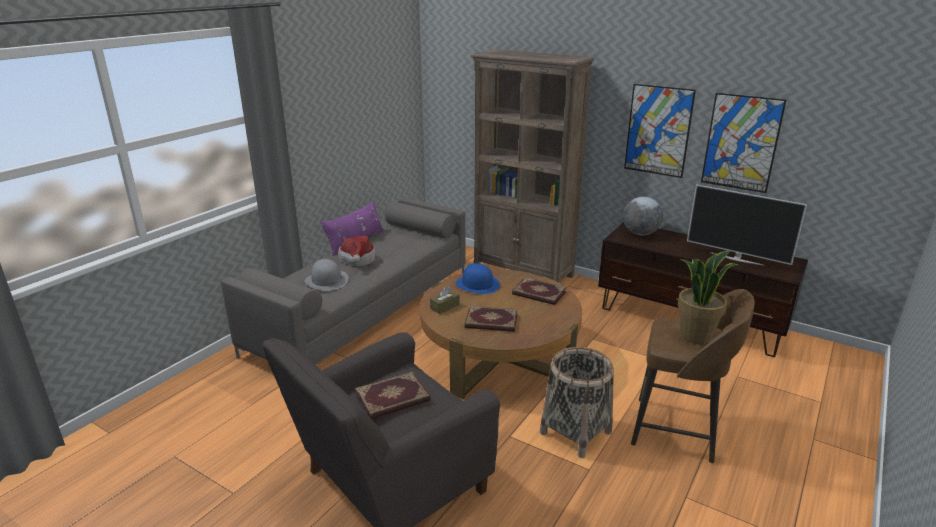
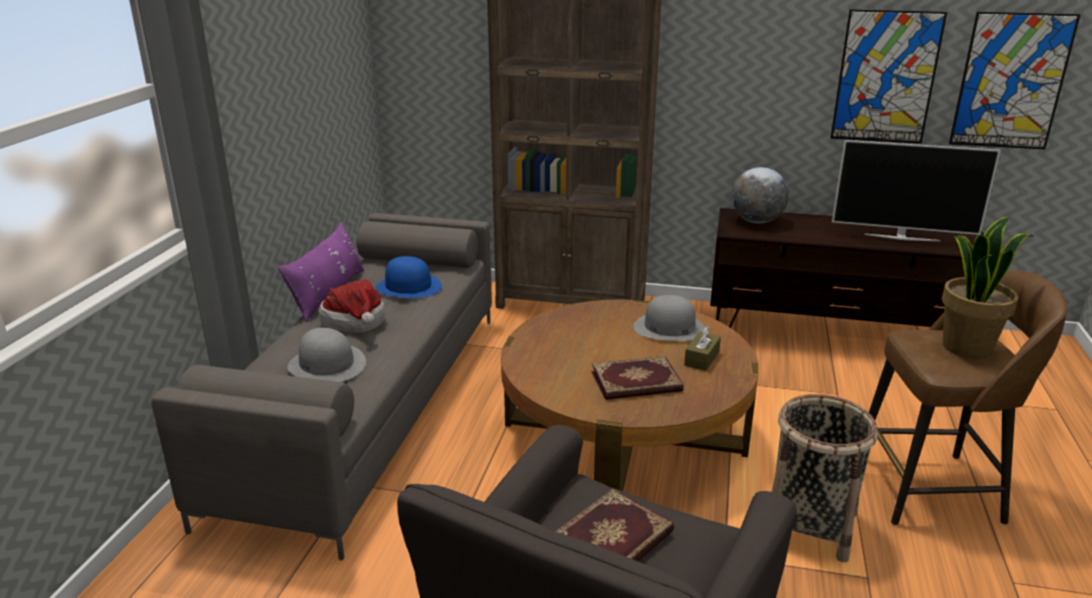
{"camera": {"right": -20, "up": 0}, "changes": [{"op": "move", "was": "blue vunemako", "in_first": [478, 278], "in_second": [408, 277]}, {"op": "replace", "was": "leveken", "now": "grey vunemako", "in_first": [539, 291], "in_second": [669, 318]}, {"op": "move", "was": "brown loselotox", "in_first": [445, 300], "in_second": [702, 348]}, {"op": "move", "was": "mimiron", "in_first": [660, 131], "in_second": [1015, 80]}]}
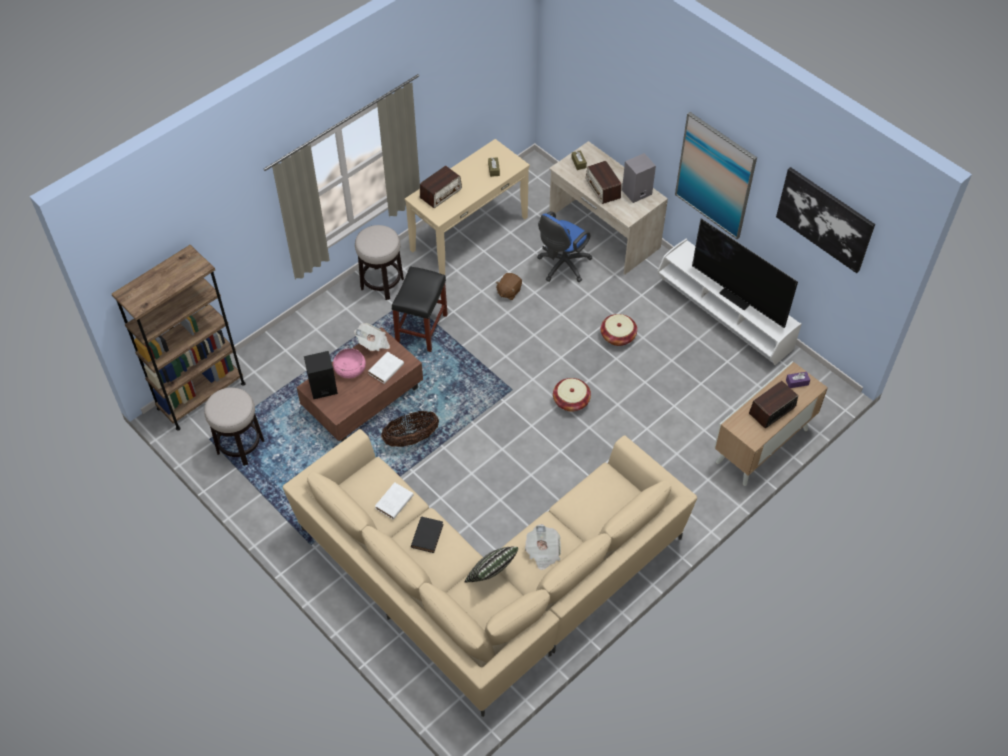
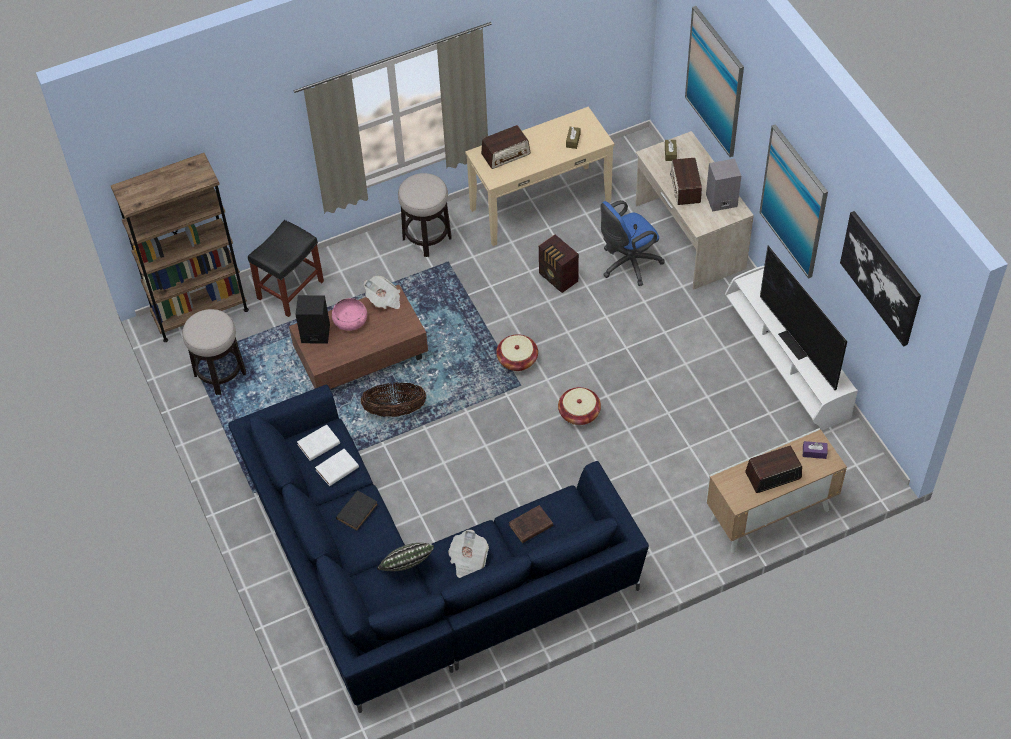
{"camera": {"right": 20, "up": 0}, "changes": [{"op": "recolor", "was": "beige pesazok", "now": "blue pesazok", "in_first": [490, 573], "in_second": [438, 548]}, {"op": "move", "was": "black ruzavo", "in_first": [420, 309], "in_second": [286, 268]}, {"op": "move", "was": "white leveken", "in_first": [386, 368], "in_second": [318, 443]}, {"op": "move", "was": "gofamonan", "in_first": [619, 330], "in_second": [517, 352]}, {"op": "insert", "now": "brown leveken", "in_second": [531, 524]}, {"op": "replace", "was": "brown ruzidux", "now": "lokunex", "in_first": [509, 286], "in_second": [559, 264]}, {"op": "insert", "now": "mimiron", "in_second": [714, 81]}]}
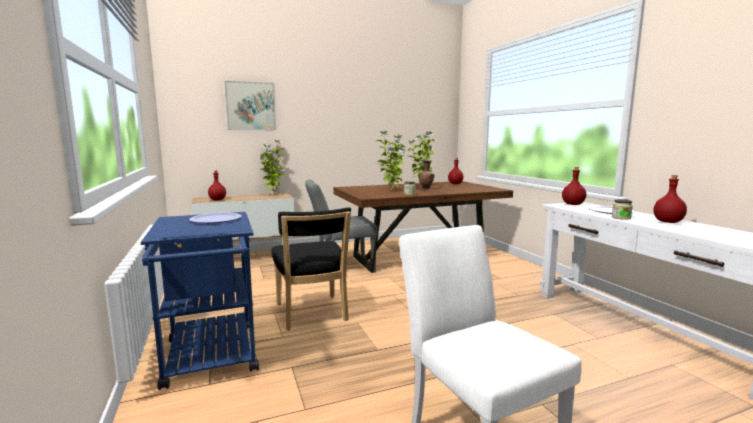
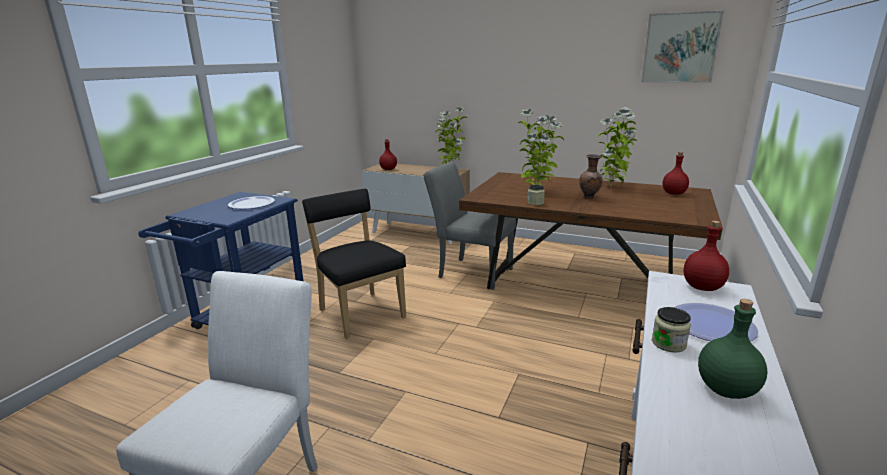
{"camera": {"right": 45, "up": 10}, "changes": [{"op": "rotate", "was": "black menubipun", "in_first": [311, 268], "in_second": [354, 264], "clockwise": 120}, {"op": "move", "was": "mimiron", "in_first": [250, 105], "in_second": [682, 47]}, {"op": "recolor", "was": "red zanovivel", "now": "green zanovivel", "in_first": [670, 199], "in_second": [732, 349]}]}
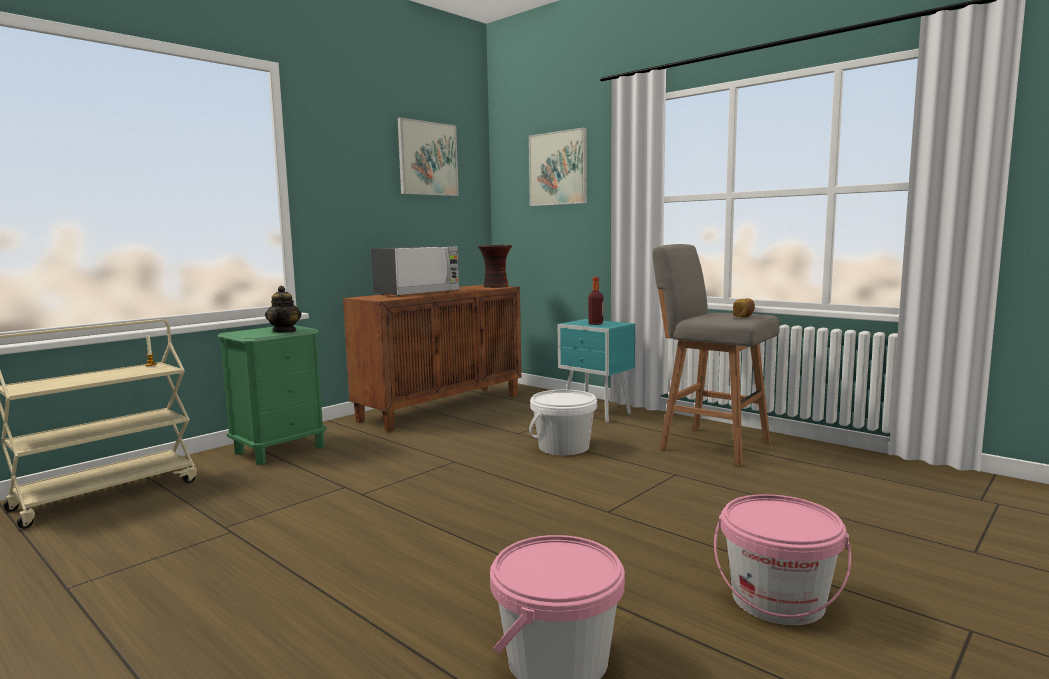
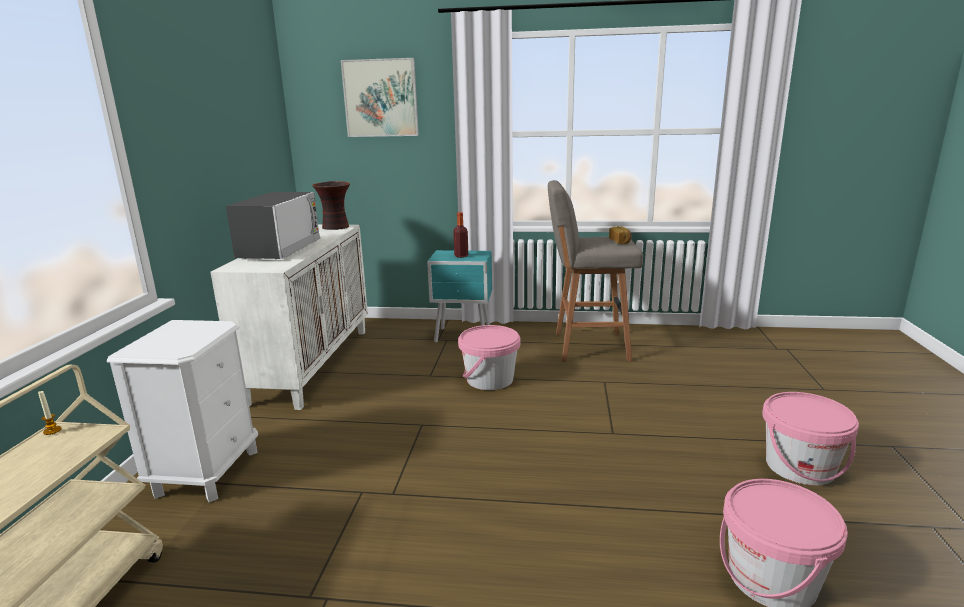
{"camera": {"right": -35, "up": 10}, "changes": [{"op": "recolor", "was": "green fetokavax", "now": "white fetokavax", "in_first": [272, 395], "in_second": [182, 411]}, {"op": "recolor", "was": "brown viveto", "now": "white viveto", "in_first": [432, 358], "in_second": [289, 317]}, {"op": "recolor", "was": "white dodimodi", "now": "pink dodimodi", "in_first": [563, 423], "in_second": [489, 357]}, {"op": "delete", "was": "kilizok", "in_first": [283, 309]}, {"op": "delete", "was": "mimiron", "in_first": [428, 157]}]}
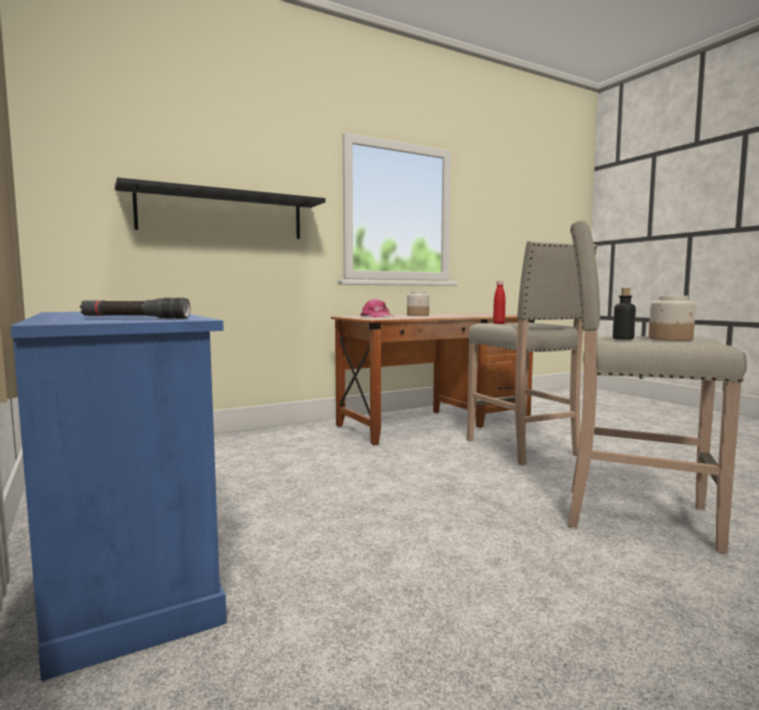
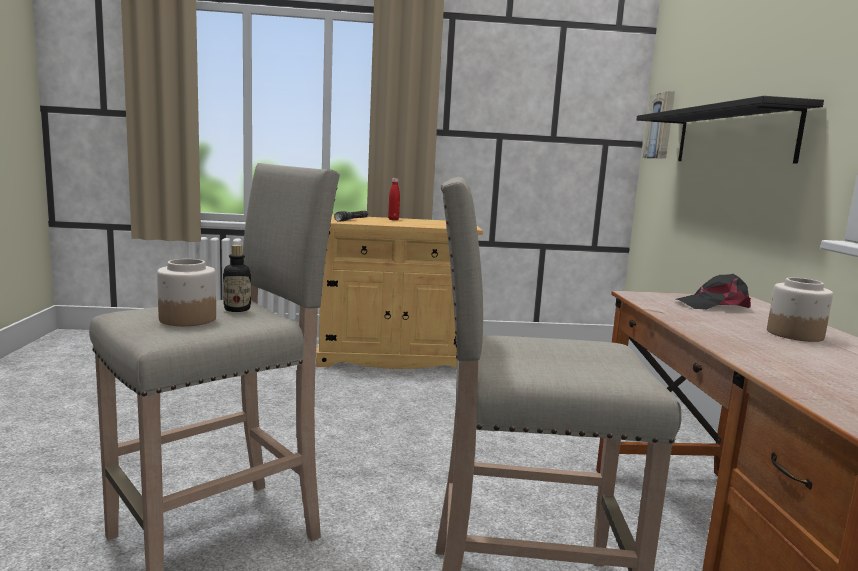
{"camera": {"right": 115, "up": 5}, "changes": [{"op": "recolor", "was": "blue viveto", "now": "beige viveto", "in_first": [119, 496], "in_second": [399, 292]}, {"op": "move", "was": "red zanovivel", "in_first": [499, 302], "in_second": [394, 199]}, {"op": "insert", "now": "mimiron", "in_second": [659, 125]}, {"op": "recolor", "was": "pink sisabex", "now": "black sisabex", "in_first": [376, 308], "in_second": [714, 292]}]}
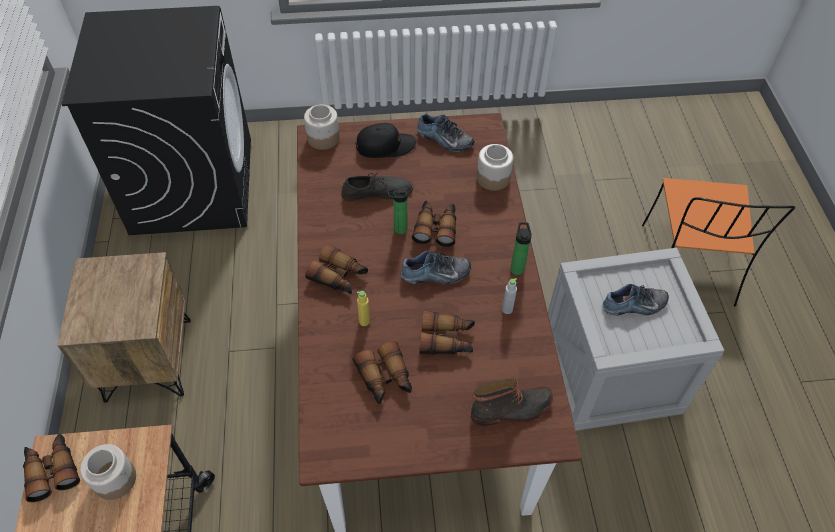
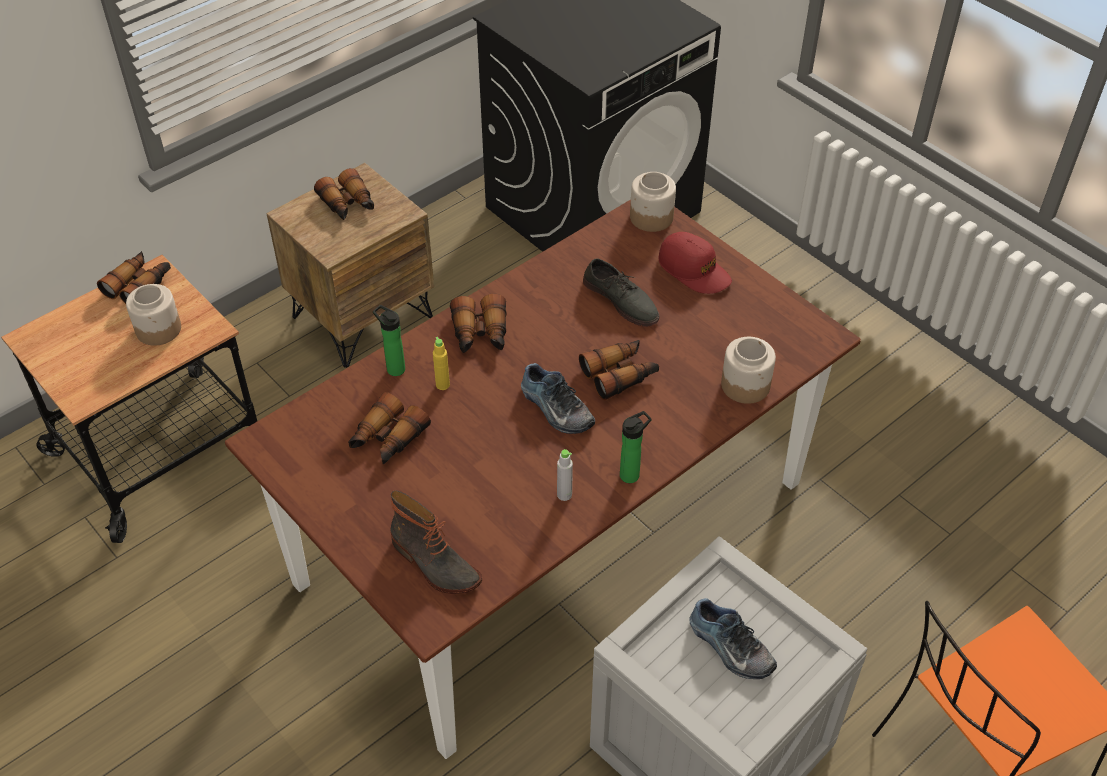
{"camera": {"right": 55, "up": -5}, "changes": [{"op": "move", "was": "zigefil", "in_first": [447, 332], "in_second": [344, 194]}, {"op": "move", "was": "zanovivel", "in_first": [397, 210], "in_second": [389, 340]}, {"op": "recolor", "was": "black sisabex", "now": "red sisabex", "in_first": [385, 140], "in_second": [695, 263]}, {"op": "delete", "was": "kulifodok", "in_first": [445, 132]}]}
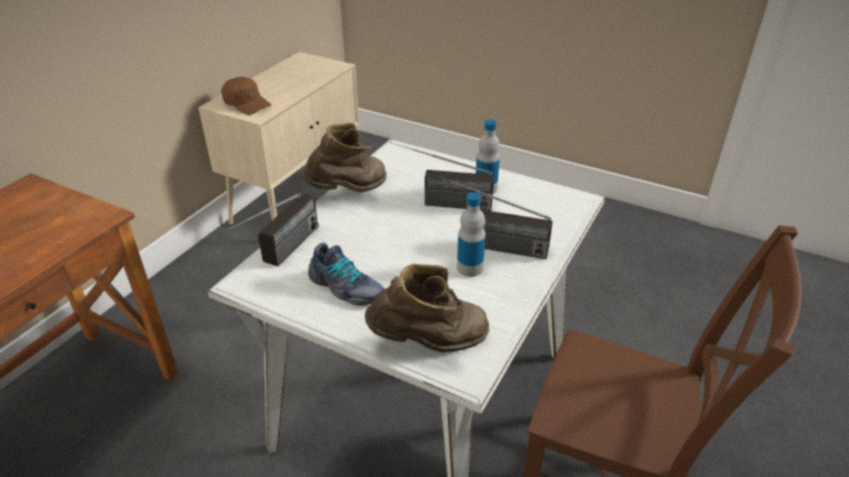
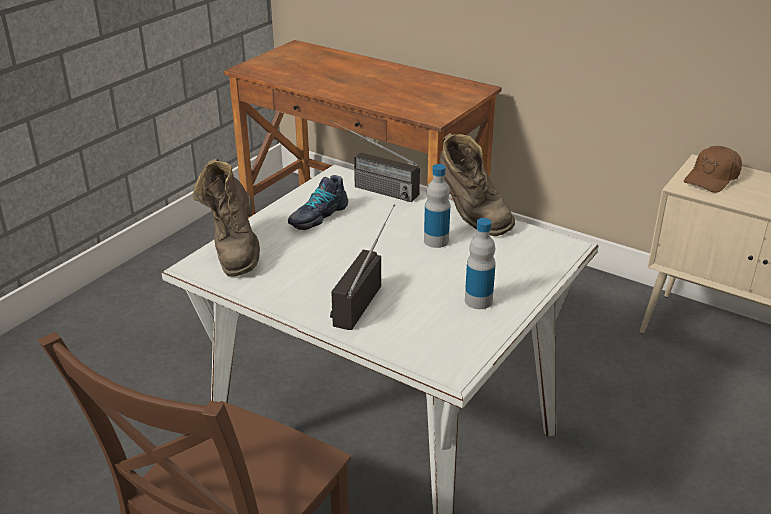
{"camera": {"right": 95, "up": -5}, "changes": [{"op": "move", "was": "zanovivel", "in_first": [471, 234], "in_second": [437, 206]}, {"op": "delete", "was": "lokunex", "in_first": [442, 176]}]}
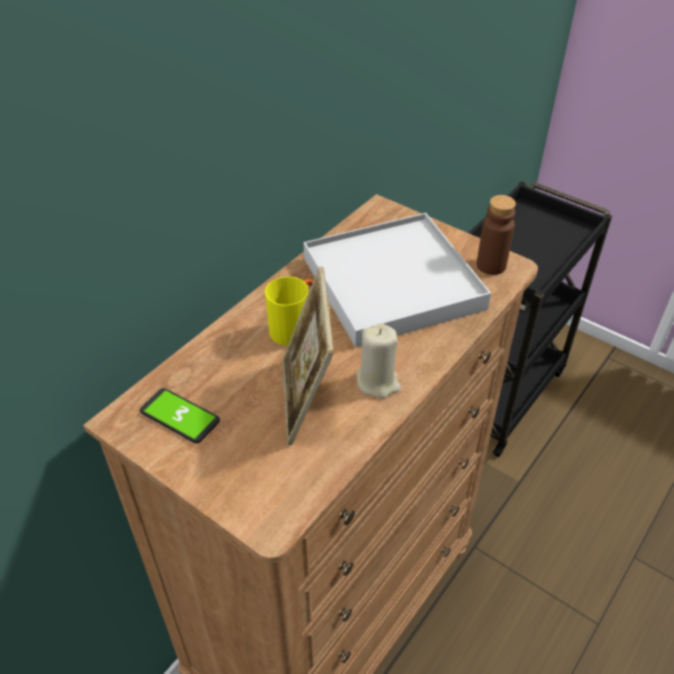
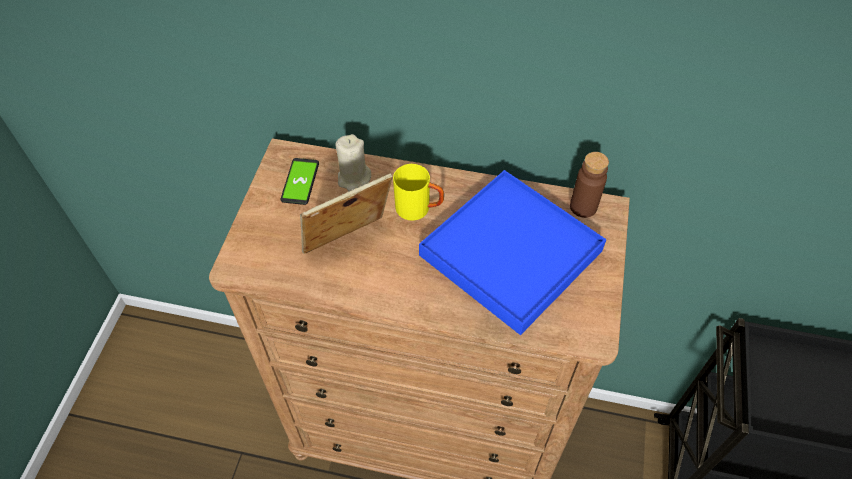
{"camera": {"right": 65, "up": 10}, "changes": [{"op": "move", "was": "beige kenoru", "in_first": [379, 361], "in_second": [353, 162]}, {"op": "recolor", "was": "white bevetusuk", "now": "blue bevetusuk", "in_first": [397, 280], "in_second": [513, 252]}, {"op": "move", "was": "brown zanovivel", "in_first": [496, 235], "in_second": [589, 185]}]}
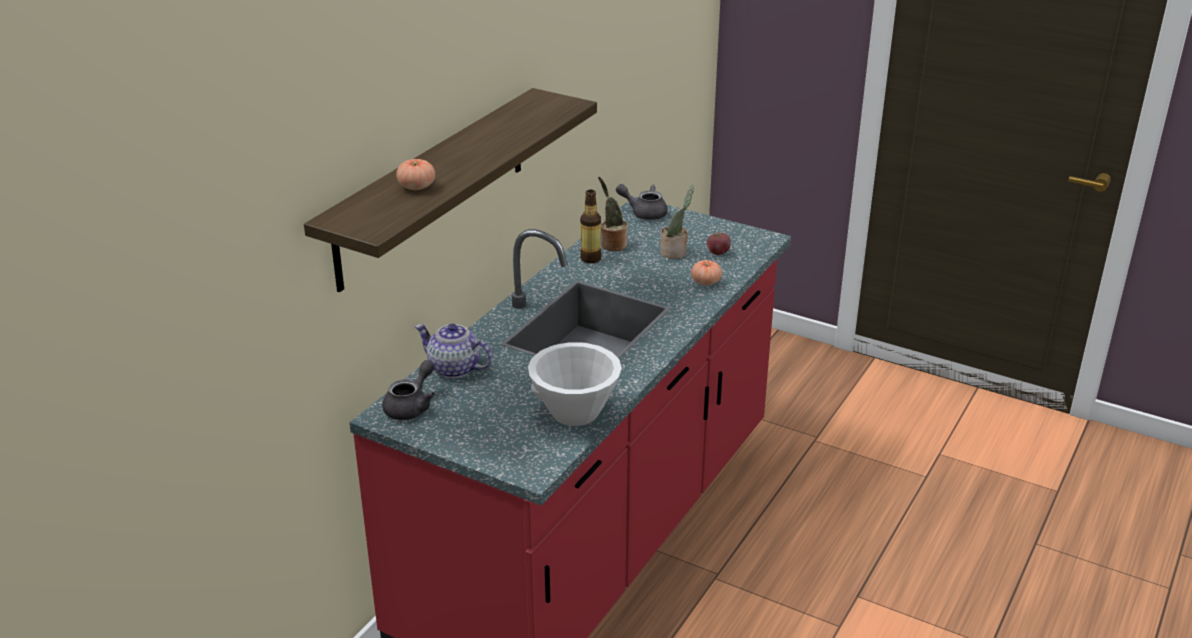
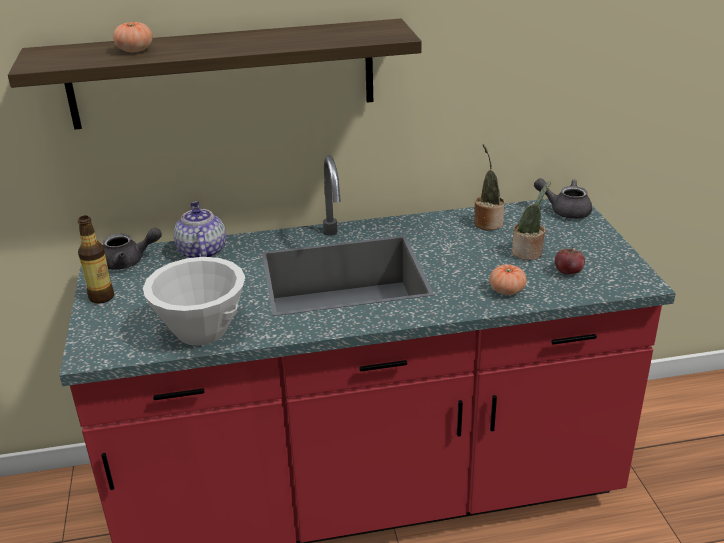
{"camera": {"right": 50, "up": 0}, "changes": [{"op": "move", "was": "zanovivel", "in_first": [590, 226], "in_second": [96, 260]}, {"op": "rotate", "was": "grey kilizok", "in_first": [642, 202], "in_second": [563, 198], "clockwise": -45}]}
